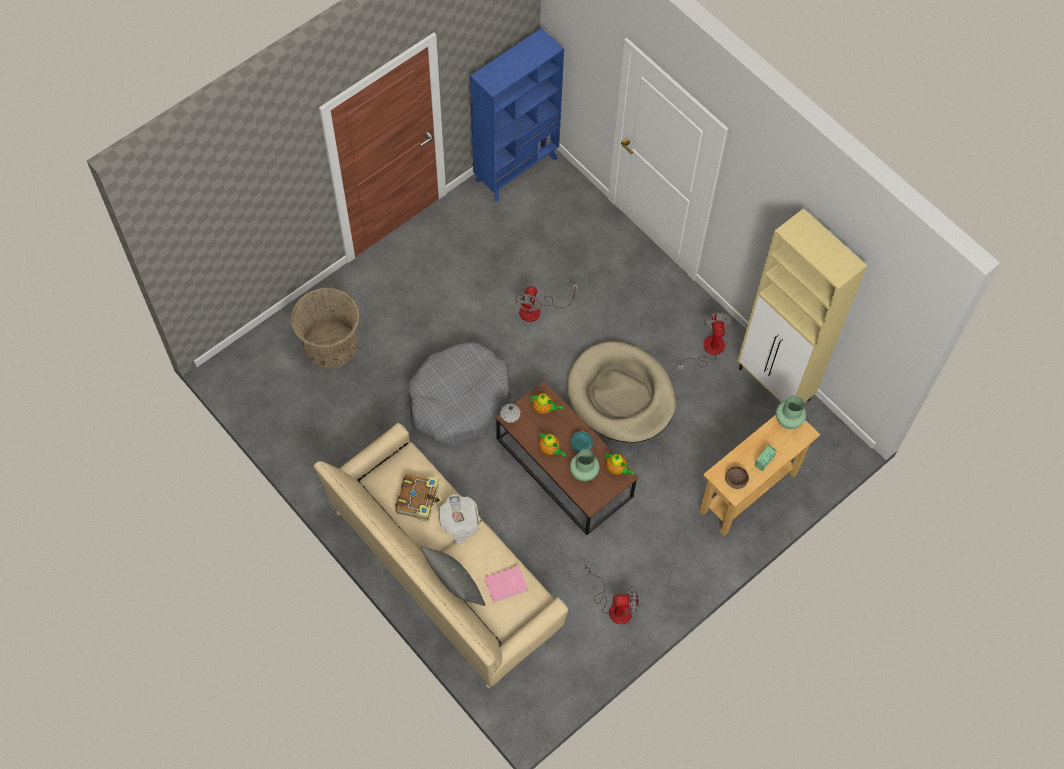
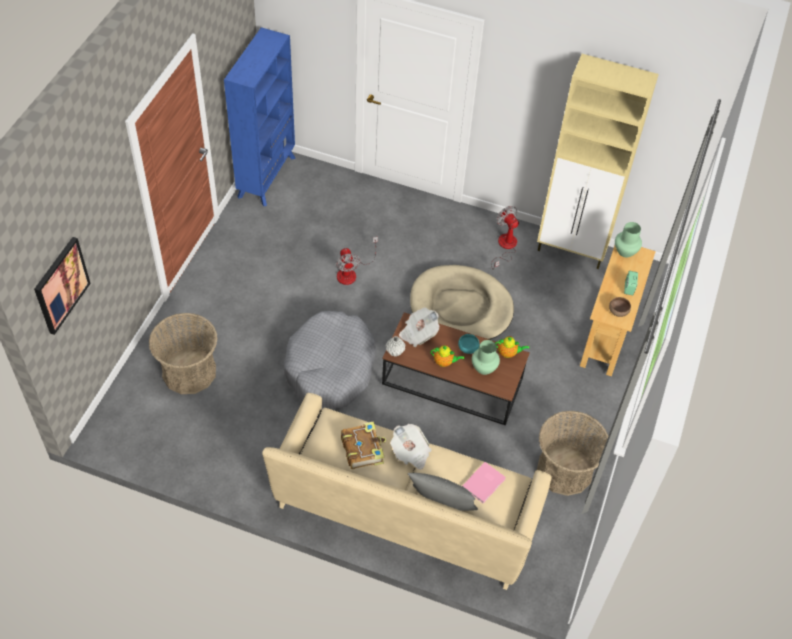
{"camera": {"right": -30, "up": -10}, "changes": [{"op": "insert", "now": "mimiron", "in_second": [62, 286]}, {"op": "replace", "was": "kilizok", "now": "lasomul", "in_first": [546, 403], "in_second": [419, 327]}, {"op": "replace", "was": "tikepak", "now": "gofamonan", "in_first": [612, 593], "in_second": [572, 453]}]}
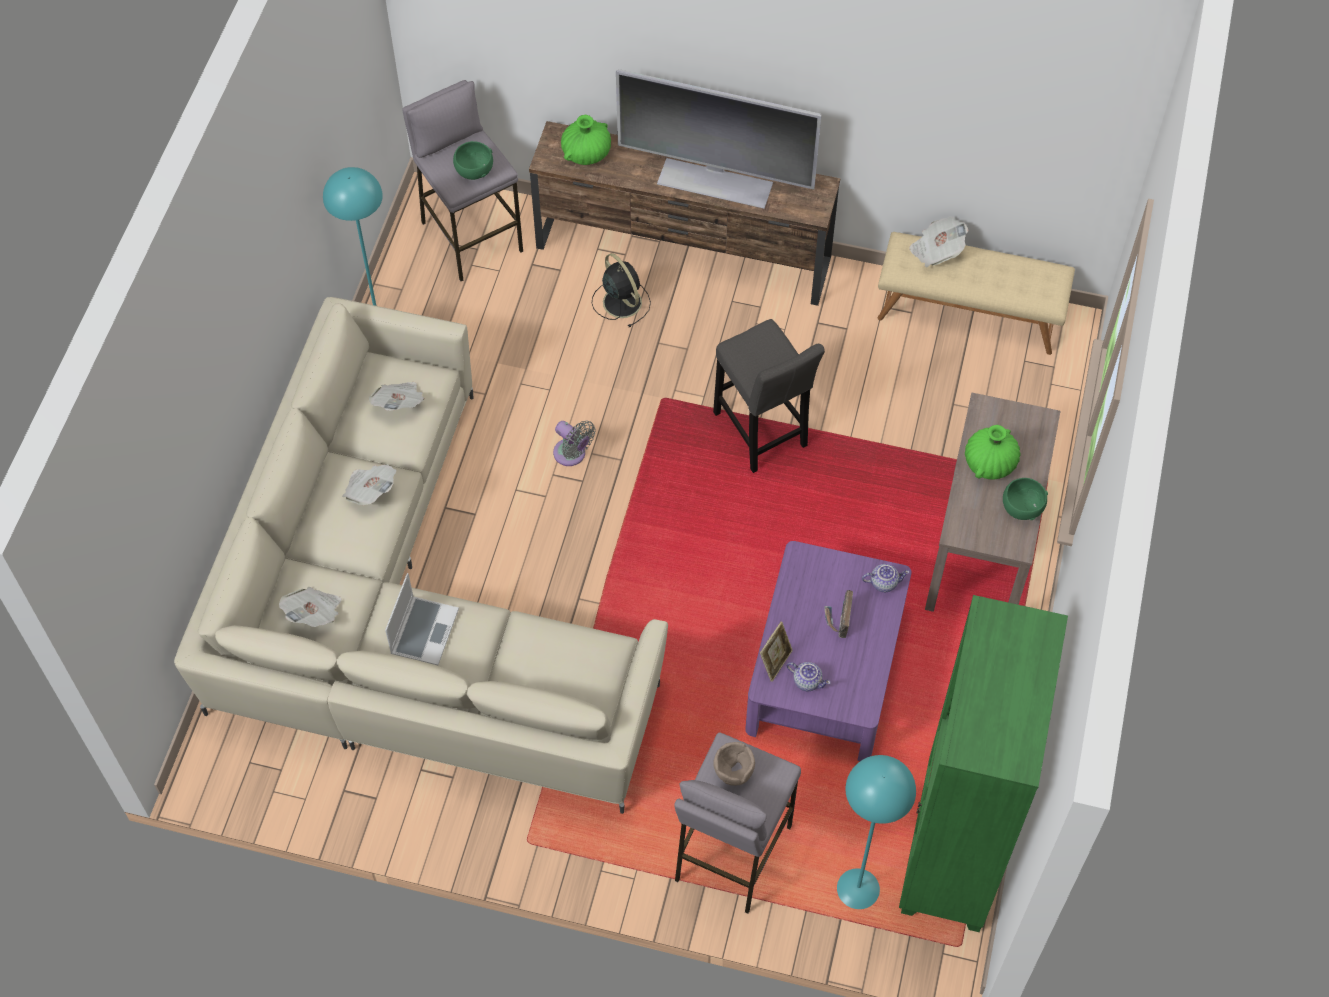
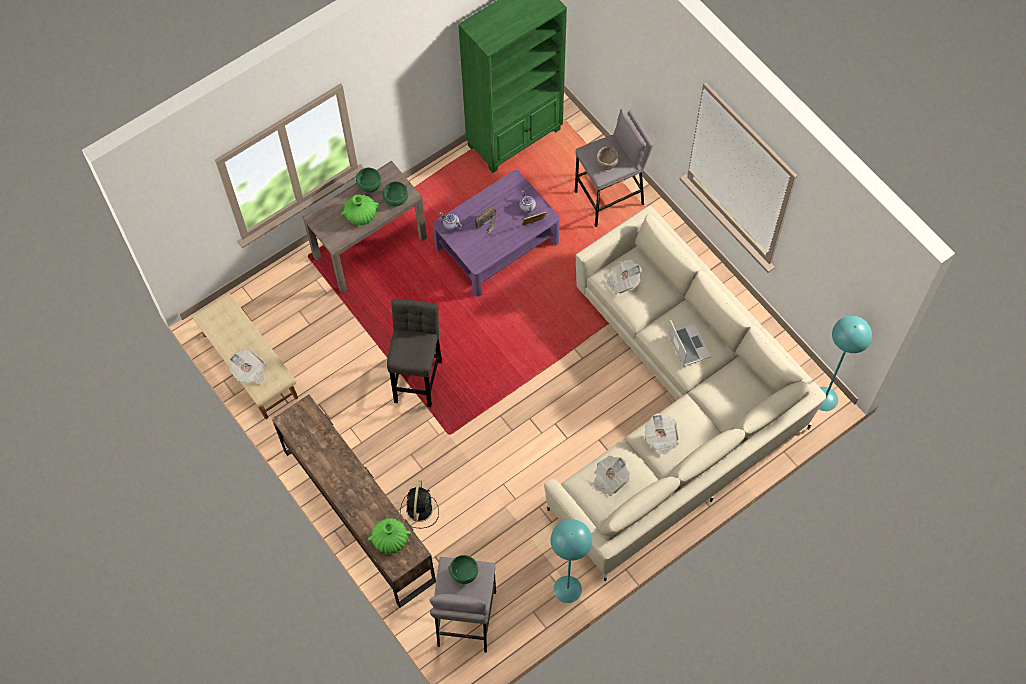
{"camera": {"right": -140, "up": 5}, "changes": [{"op": "insert", "now": "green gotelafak", "in_second": [395, 194]}, {"op": "move", "was": "lasomul", "in_first": [310, 607], "in_second": [623, 277]}, {"op": "rotate", "was": "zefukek", "in_first": [422, 619], "in_second": [689, 343], "clockwise": 105}, {"op": "move", "was": "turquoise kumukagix", "in_first": [876, 832], "in_second": [845, 363]}, {"op": "delete", "was": "grey tikepak", "in_first": [574, 443]}, {"op": "delete", "was": "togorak", "in_first": [719, 139]}]}
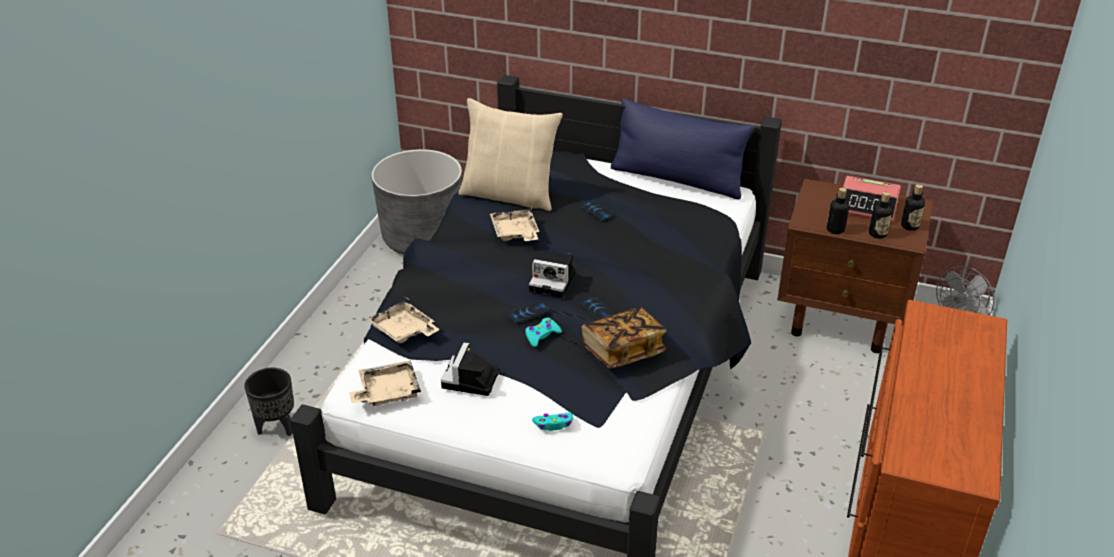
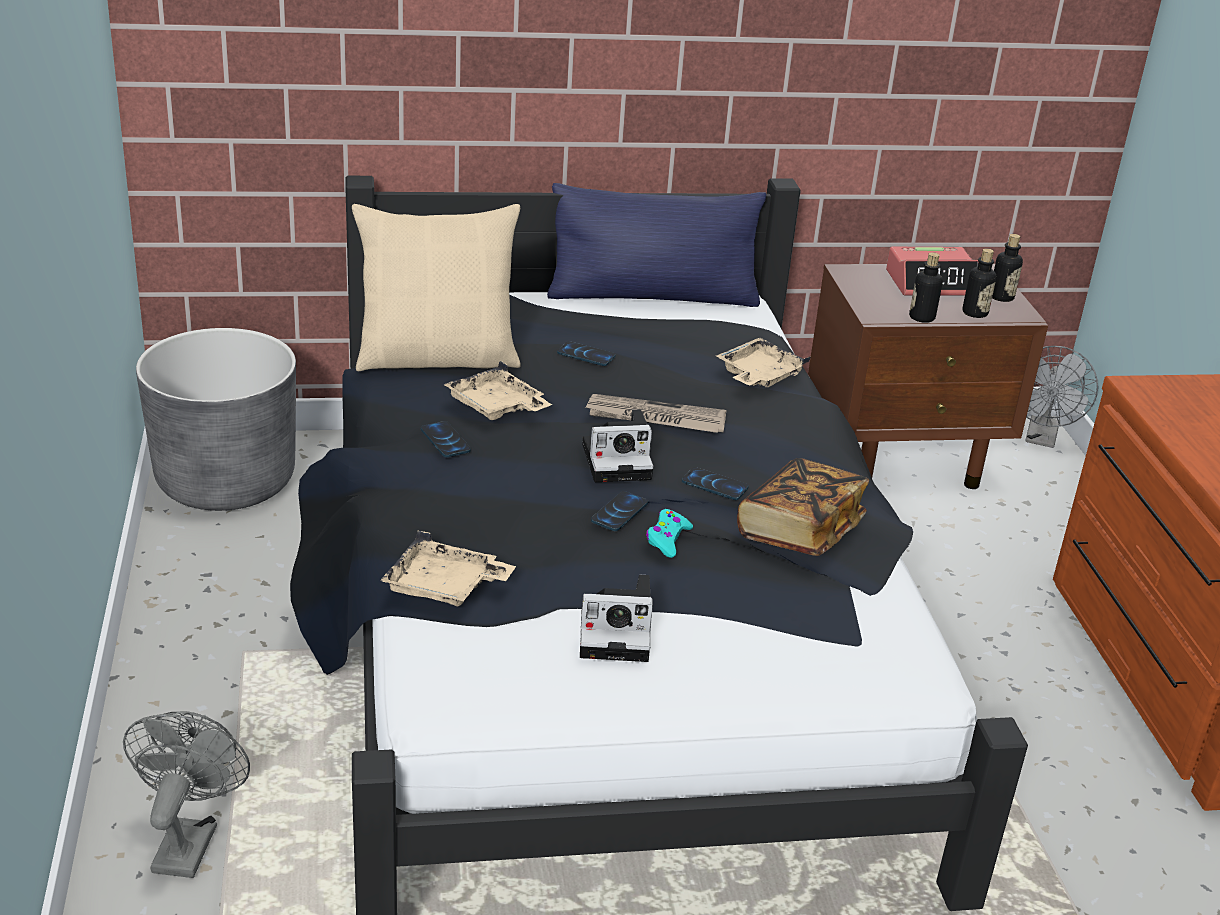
{"camera": {"right": -30, "up": -5}, "changes": [{"op": "replace", "was": "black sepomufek", "now": "grey tikepak", "in_first": [269, 402], "in_second": [186, 794]}, {"op": "insert", "now": "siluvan", "in_second": [446, 439]}, {"op": "rotate", "was": "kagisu", "in_first": [470, 369], "in_second": [616, 618], "clockwise": -75}, {"op": "insert", "now": "lasomul", "in_second": [655, 413]}, {"op": "move", "was": "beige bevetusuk", "in_first": [385, 383], "in_second": [763, 363]}, {"op": "delete", "was": "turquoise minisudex", "in_first": [552, 421]}]}
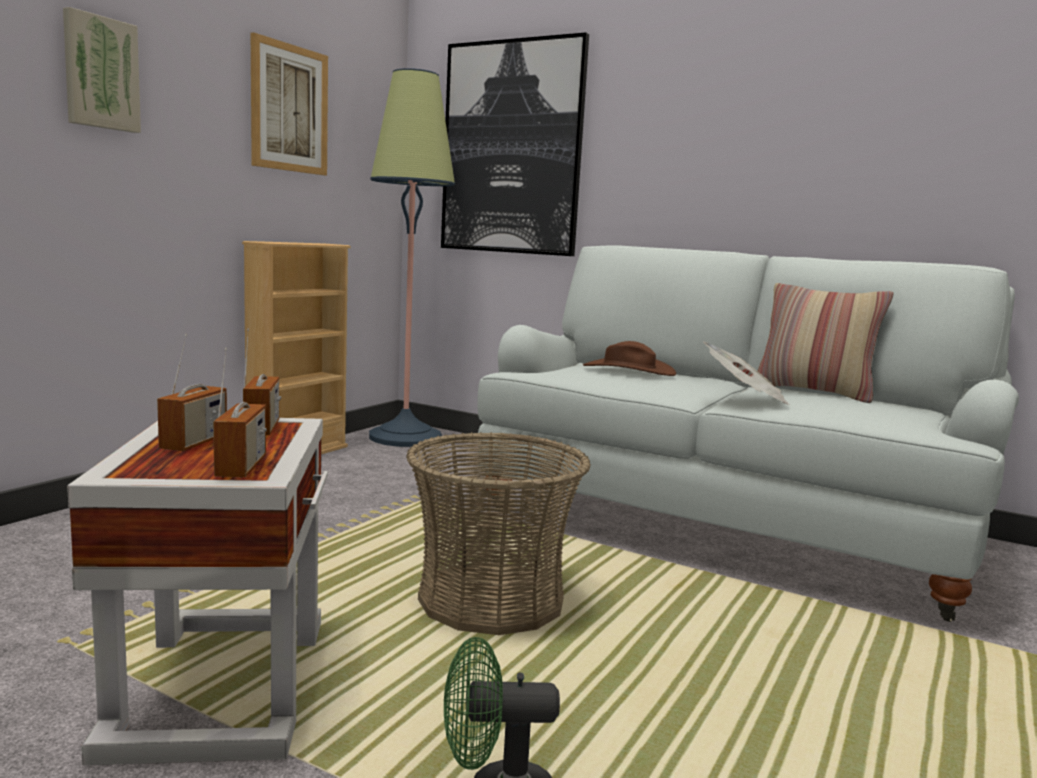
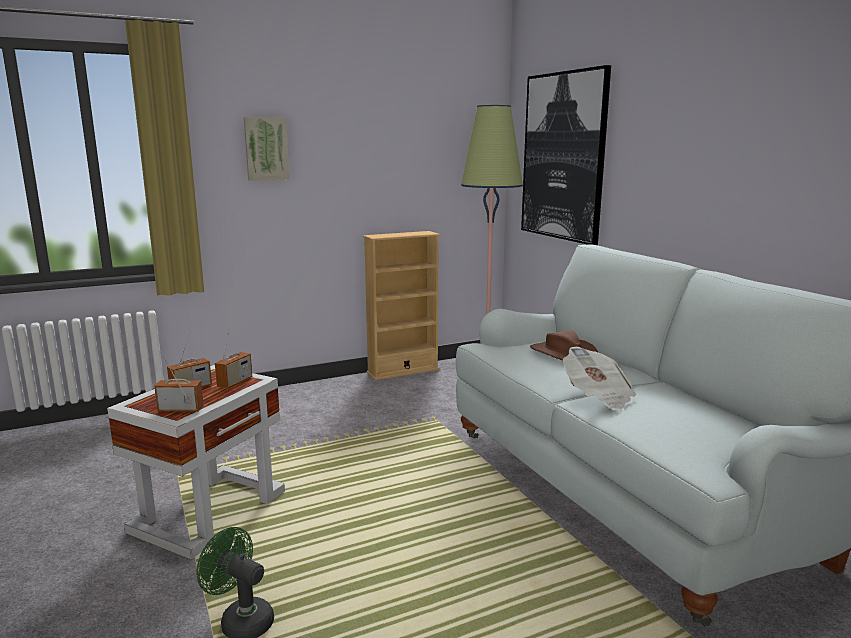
{"camera": {"right": 35, "up": 5}, "changes": [{"op": "rotate", "was": "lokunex", "in_first": [240, 412], "in_second": [179, 384], "clockwise": -120}, {"op": "delete", "was": "mimiron", "in_first": [289, 103]}, {"op": "delete", "was": "gofamonan", "in_first": [498, 533]}, {"op": "delete", "was": "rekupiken", "in_first": [825, 343]}]}
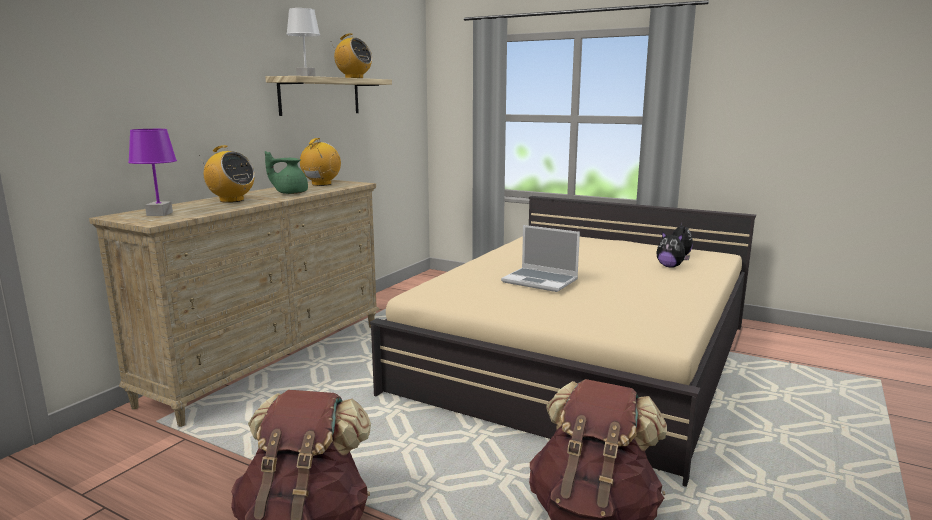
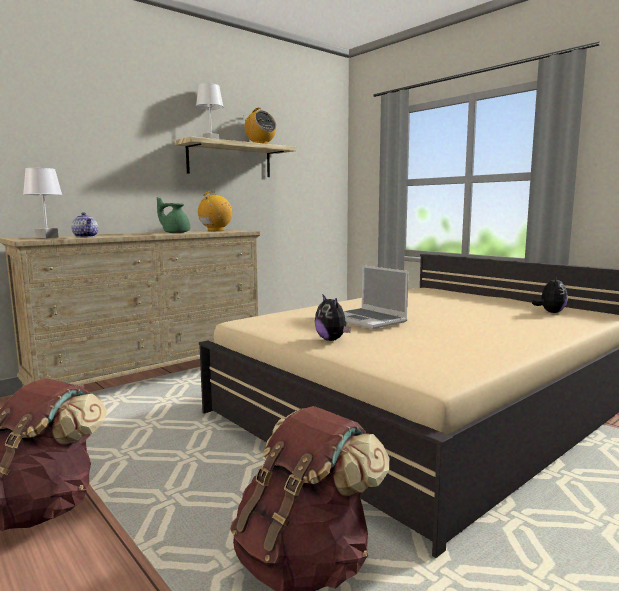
{"camera": {"right": 20, "up": -5}, "changes": [{"op": "recolor", "was": "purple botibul", "now": "white botibul", "in_first": [152, 172], "in_second": [42, 203]}, {"op": "insert", "now": "kilizok", "in_second": [84, 224]}, {"op": "move", "was": "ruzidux", "in_first": [673, 249], "in_second": [333, 318]}, {"op": "delete", "was": "lokunex", "in_first": [227, 174]}]}
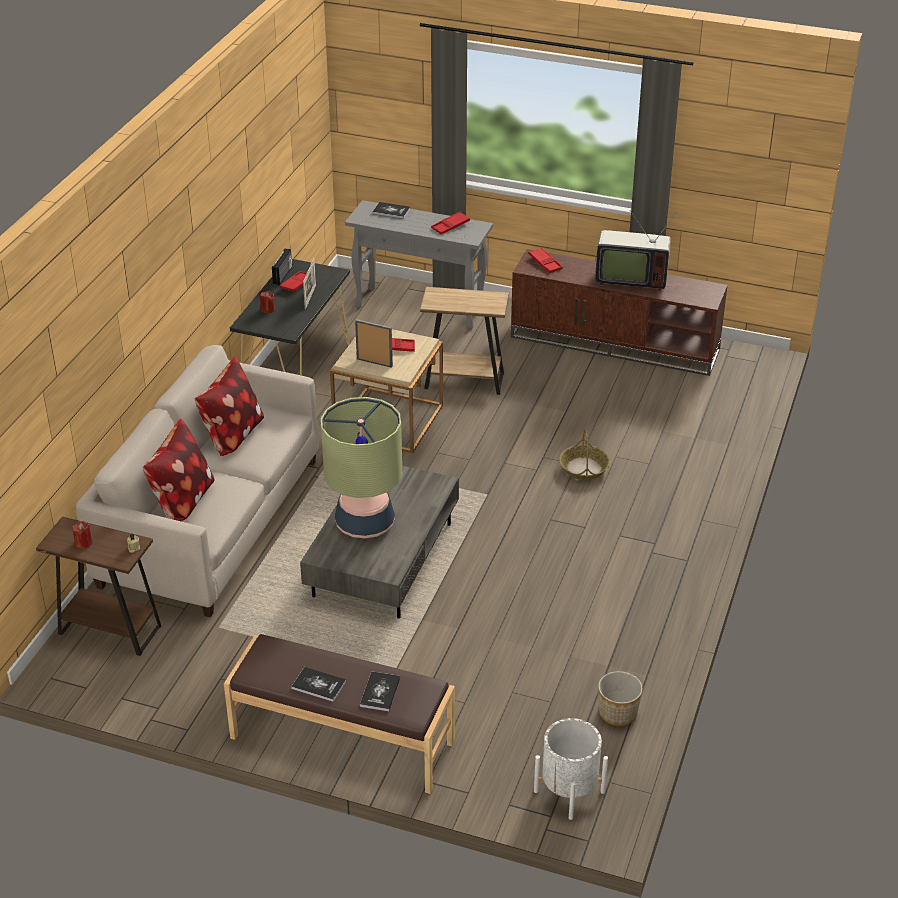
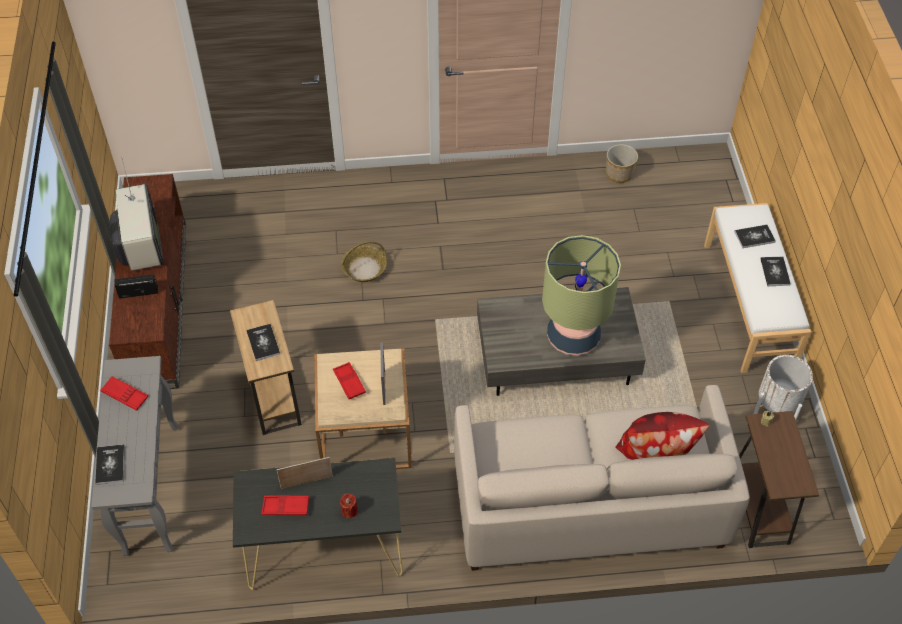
{"camera": {"right": -115, "up": 15}, "changes": [{"op": "move", "was": "lokunex", "in_first": [282, 266], "in_second": [136, 286]}, {"op": "insert", "now": "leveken", "in_second": [263, 342]}, {"op": "recolor", "was": "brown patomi", "now": "white patomi", "in_first": [339, 714], "in_second": [757, 288]}, {"op": "move", "was": "white sepomufek", "in_first": [571, 769], "in_second": [783, 387]}, {"op": "delete", "was": "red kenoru", "in_first": [82, 534]}, {"op": "delete", "was": "rekupiken", "in_first": [229, 406]}, {"op": "delete", "was": "red bevetusuk", "in_first": [545, 260]}]}
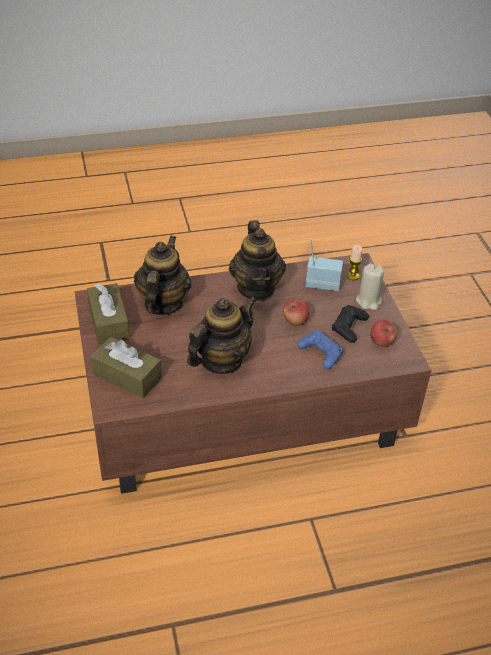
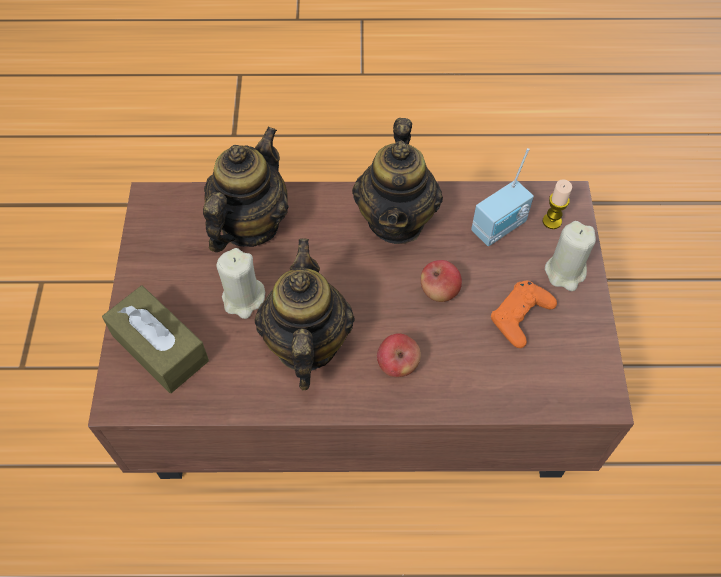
{"camera": {"right": 15, "up": 15}, "changes": [{"op": "insert", "now": "beige kenoru", "in_second": [240, 283]}, {"op": "rotate", "was": "kilizok", "in_first": [222, 335], "in_second": [304, 314], "clockwise": -60}, {"op": "move", "was": "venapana", "in_first": [383, 333], "in_second": [399, 355]}, {"op": "rotate", "was": "lokunex", "in_first": [324, 264], "in_second": [502, 197], "clockwise": 120}, {"op": "recolor", "was": "black minisudex", "now": "orange minisudex", "in_first": [350, 324], "in_second": [524, 314]}, {"op": "delete", "was": "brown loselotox", "in_first": [108, 314]}, {"op": "delete", "was": "blue minisudex", "in_first": [320, 349]}]}
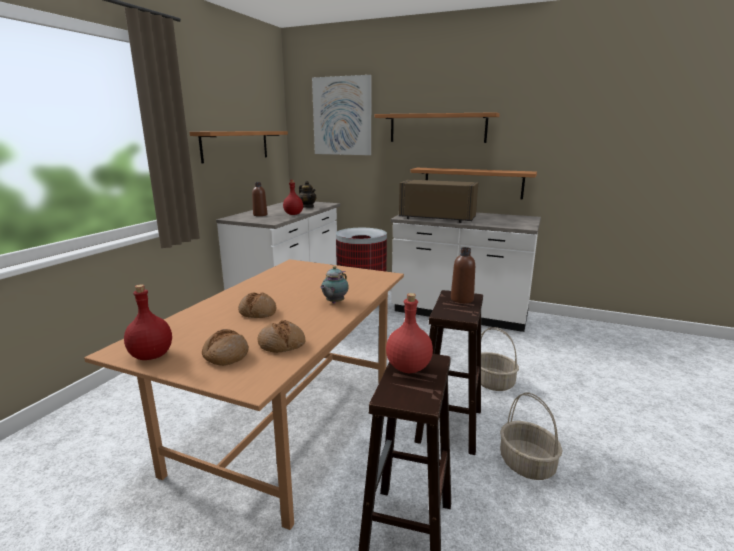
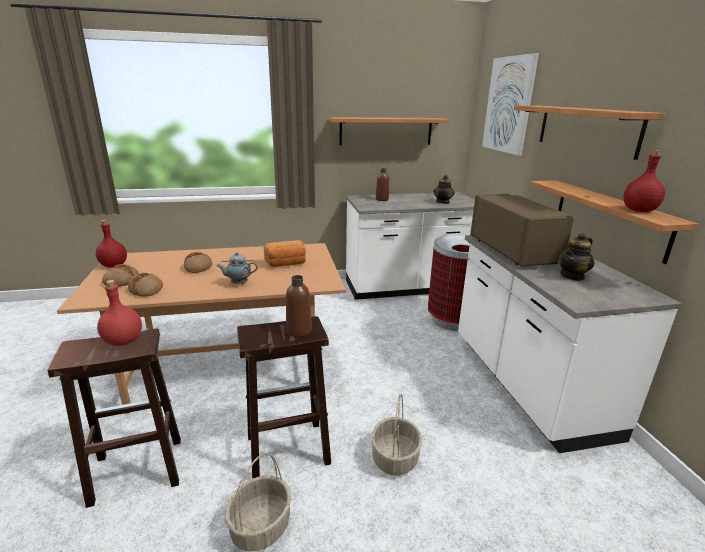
{"camera": {"right": 55, "up": 5}, "changes": [{"op": "insert", "now": "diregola", "in_second": [285, 253]}, {"op": "insert", "now": "kilizok", "in_second": [576, 257]}, {"op": "move", "was": "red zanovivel", "in_first": [293, 197], "in_second": [644, 181]}]}
